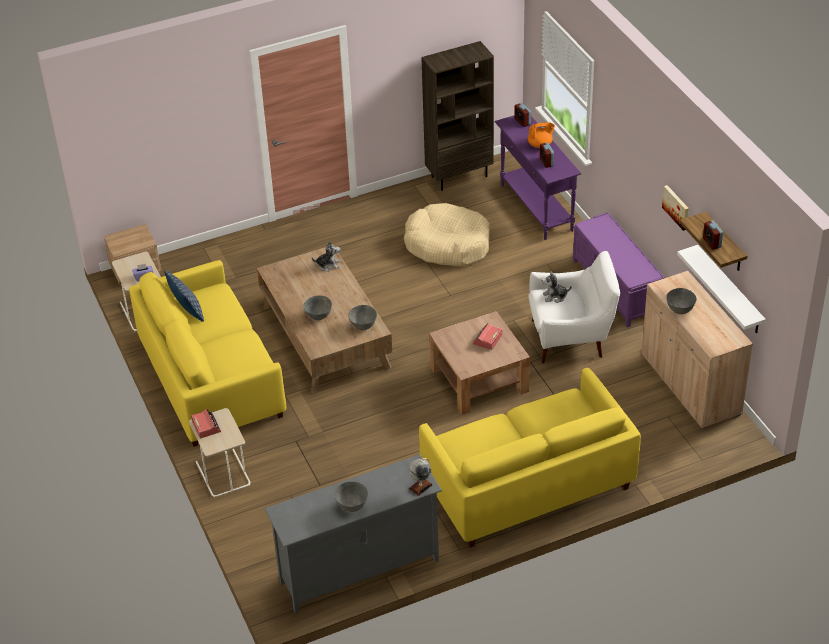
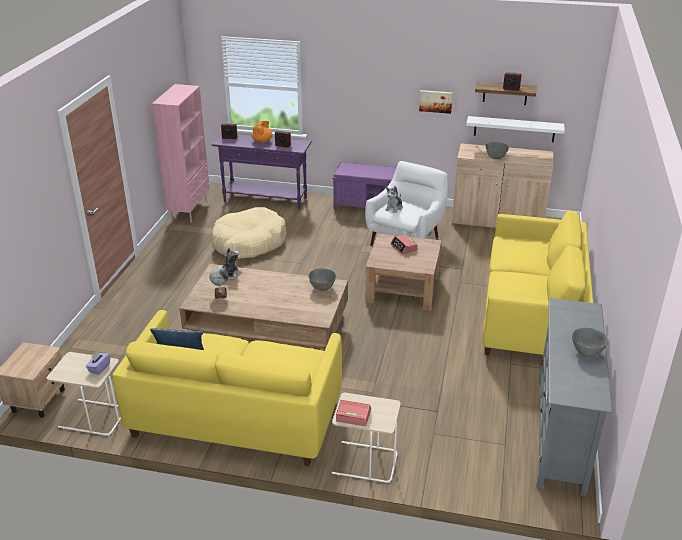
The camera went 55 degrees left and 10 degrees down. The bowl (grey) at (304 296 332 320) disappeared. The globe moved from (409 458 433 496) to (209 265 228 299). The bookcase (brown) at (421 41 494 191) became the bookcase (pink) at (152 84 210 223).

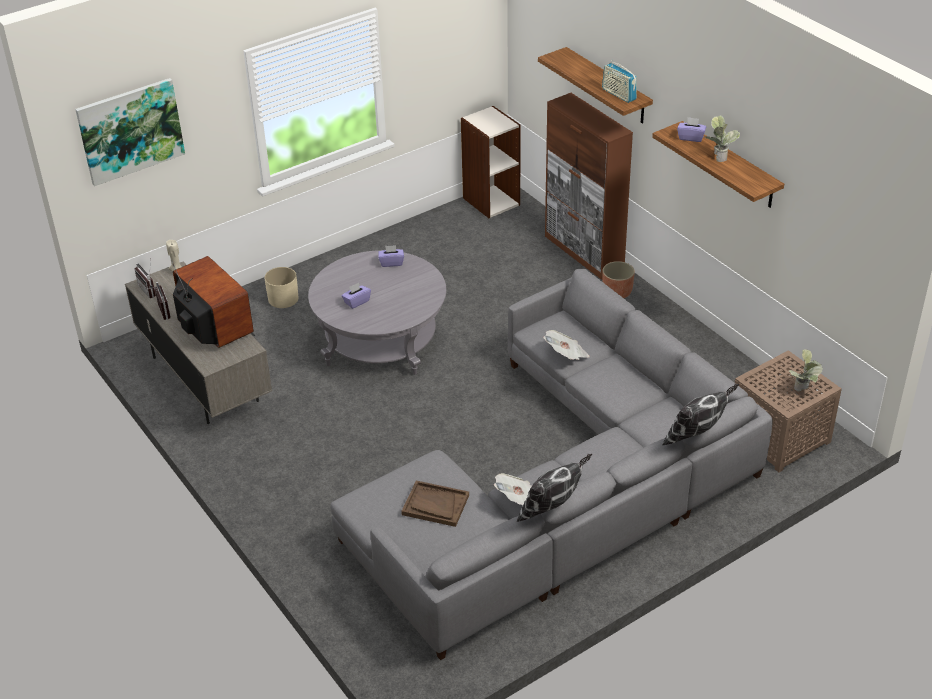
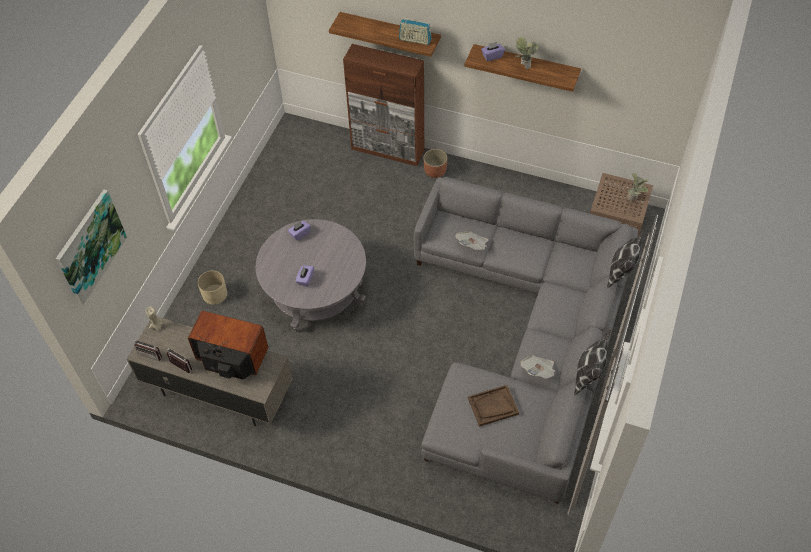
The camera went 35 degrees left and 15 degrees up. The bookcase at (461 106 521 218) disappeared.

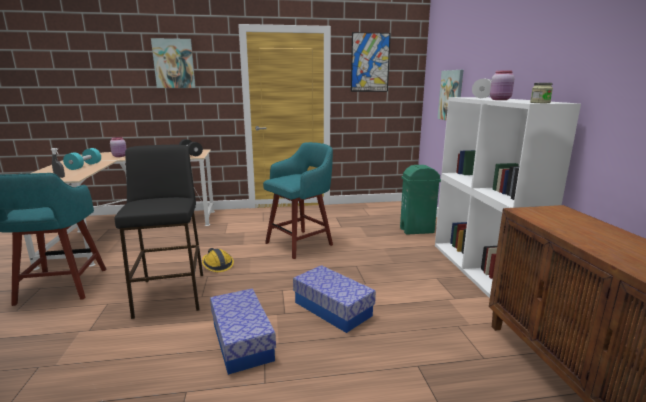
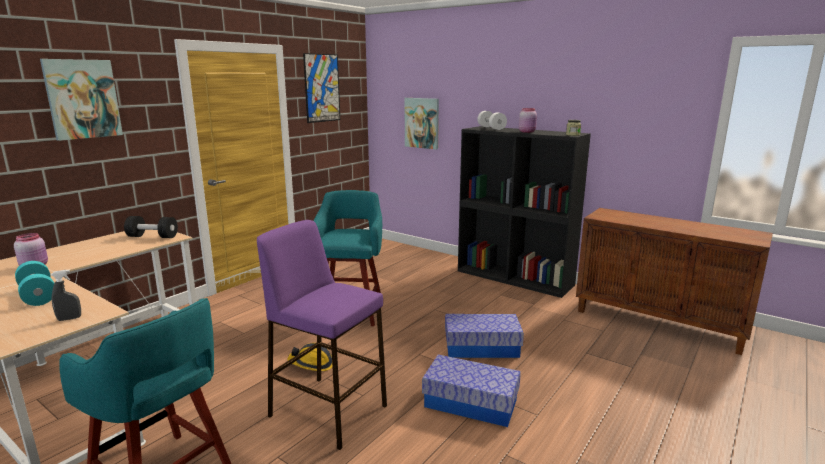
The camera went 45 degrees left and 0 degrees up. The trash can (green) at (400 165 441 235) disappeared. The stool (black) at (114 145 203 319) became the stool (purple) at (257 220 387 450). The bookcase (white) at (435 97 581 298) became the bookcase (black) at (458 126 591 298).

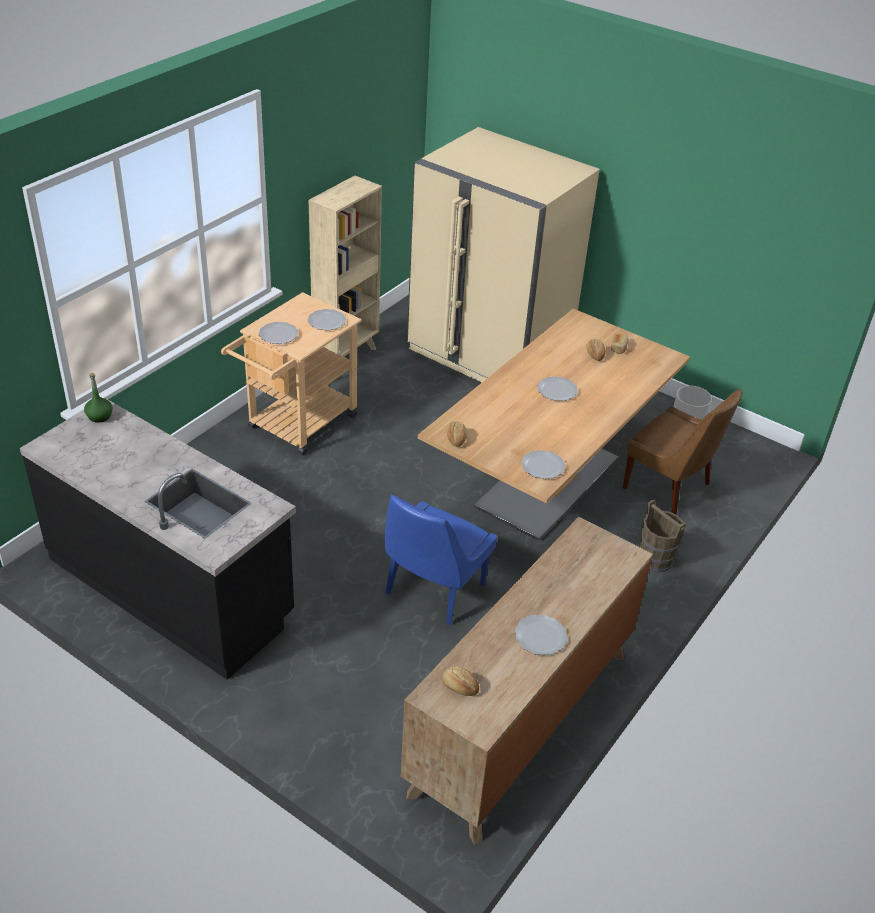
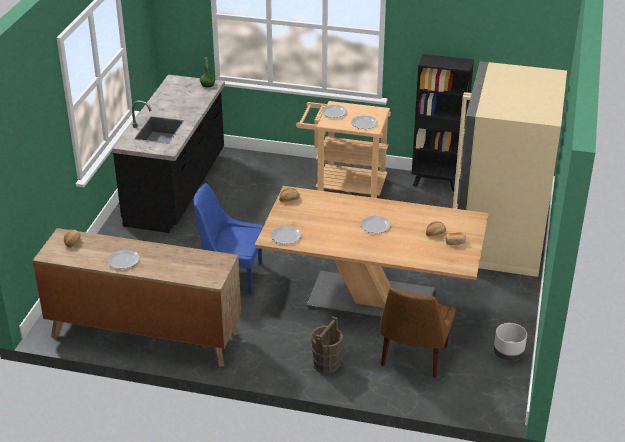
The camera went 70 degrees right and 5 degrees down. The bookcase (beige) at (309 175 382 357) became the bookcase (black) at (412 54 474 192).

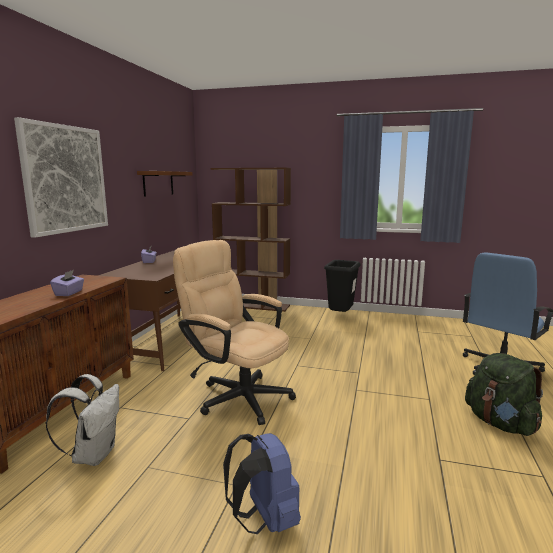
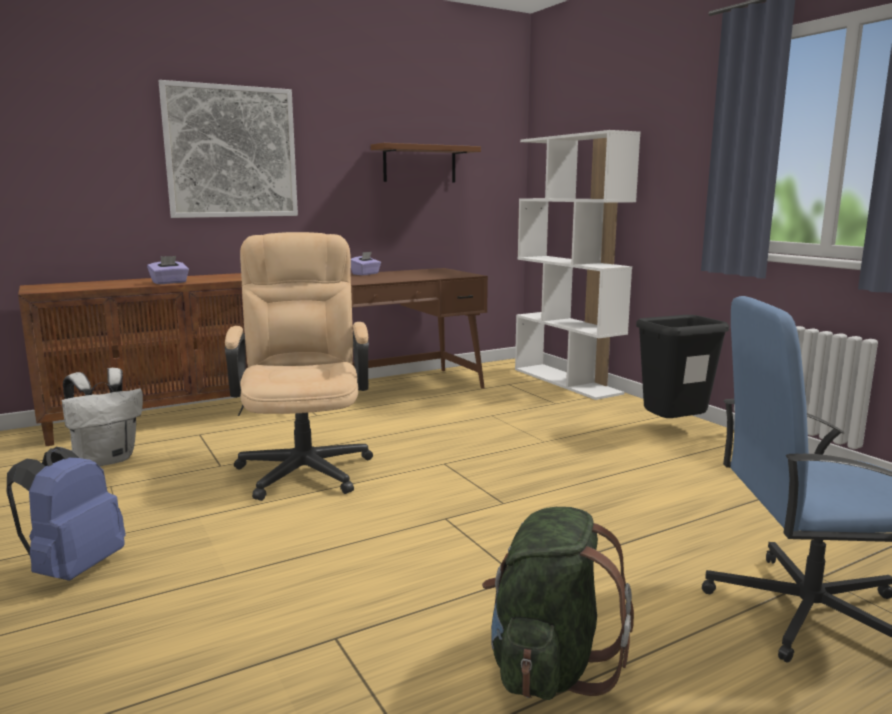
The camera went 45 degrees right and 0 degrees up. The bookcase (brown) at (210 168 291 312) became the bookcase (white) at (515 130 641 400).

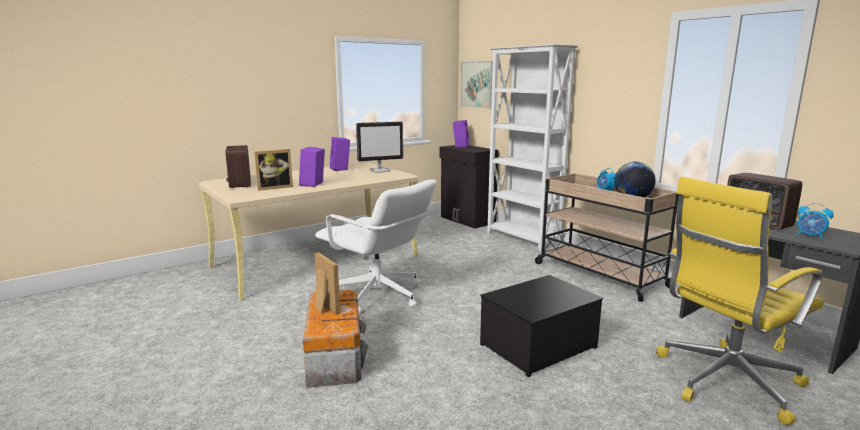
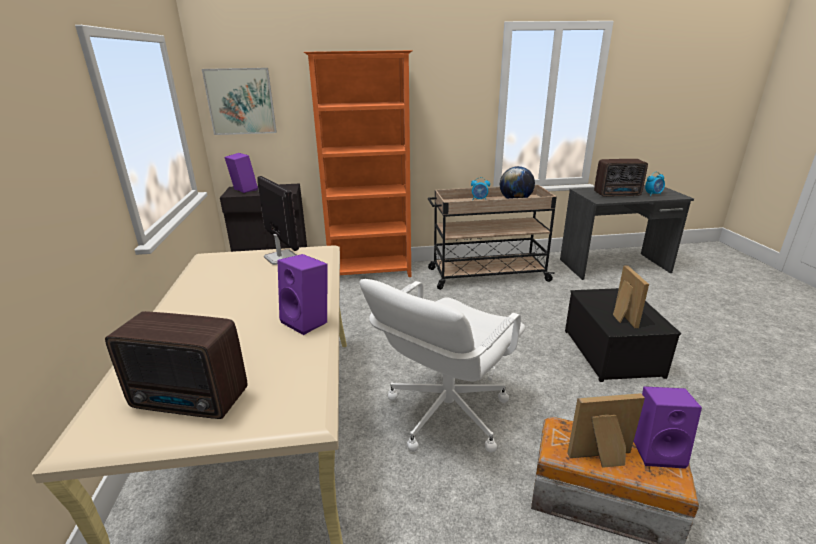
The camera went 60 degrees left and 10 degrees up. The office chair (yellow) at (656 176 824 425) disappeared. The picture frame moved from (254 149 293 191) to (613 265 649 328). The speaker (purple) moved from (330 137 350 171) to (633 386 702 469). The bookcase (white) at (487 44 578 251) became the bookcase (orange) at (304 50 413 277). The office chair (white) at (315 179 436 314) turned 150 degrees clockwise. The monitor at (356 122 403 173) turned 45 degrees counterclockwise.

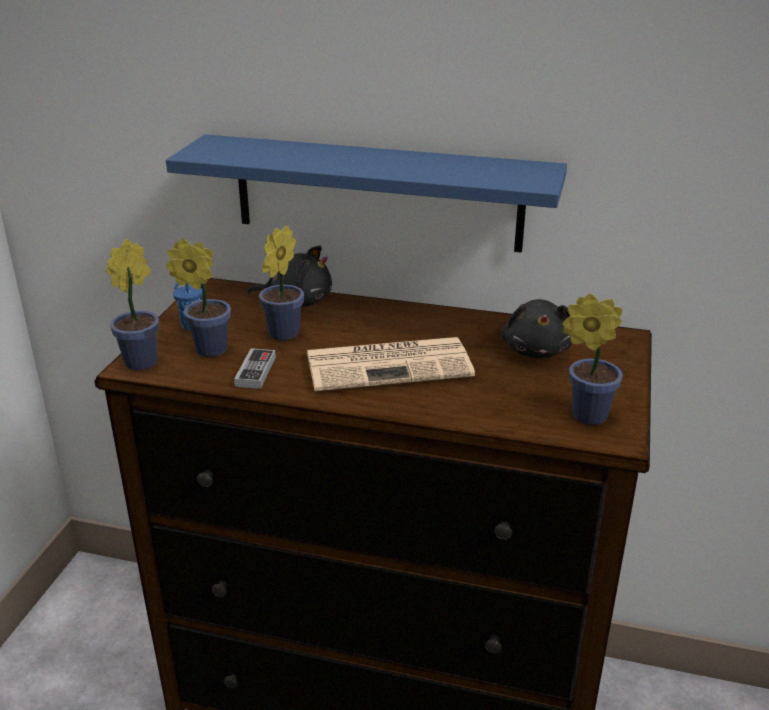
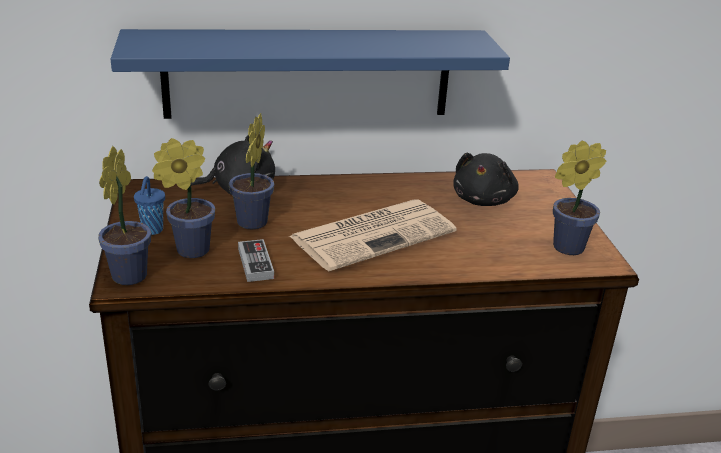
The camera went 25 degrees left and 0 degrees up. The plush toy (black) at (502 299 572 358) turned 45 degrees clockwise.

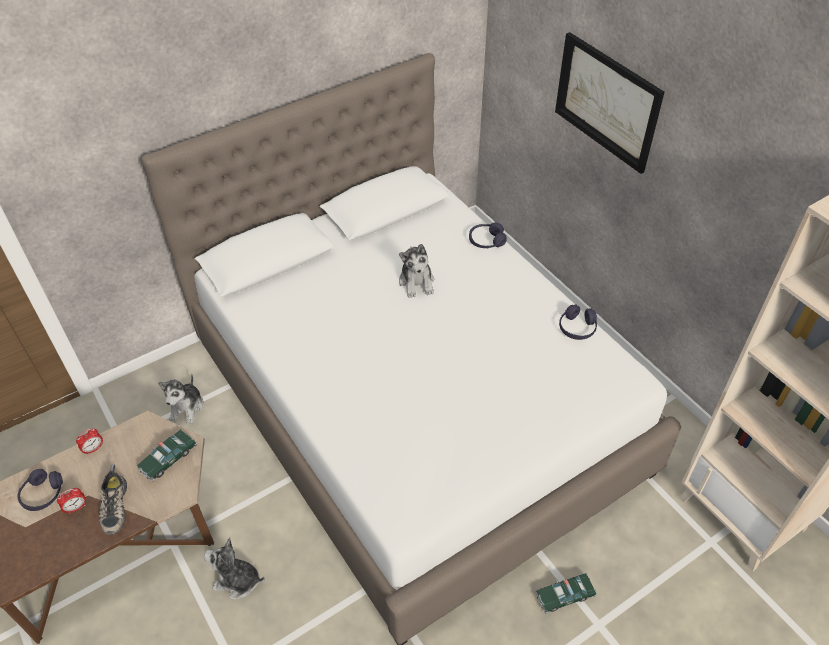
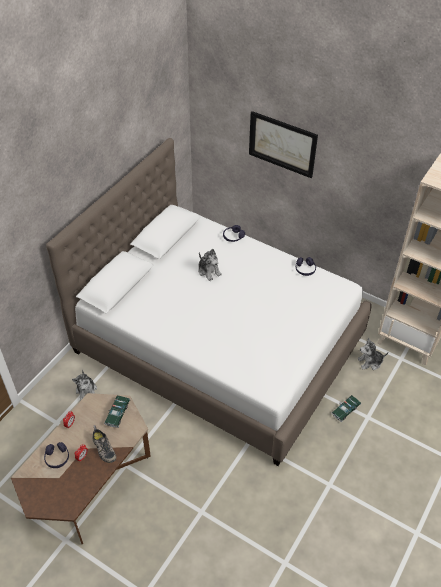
The camera went 25 degrees left and 0 degrees up. The plush toy moved from (204 537 265 599) to (357 338 389 370).

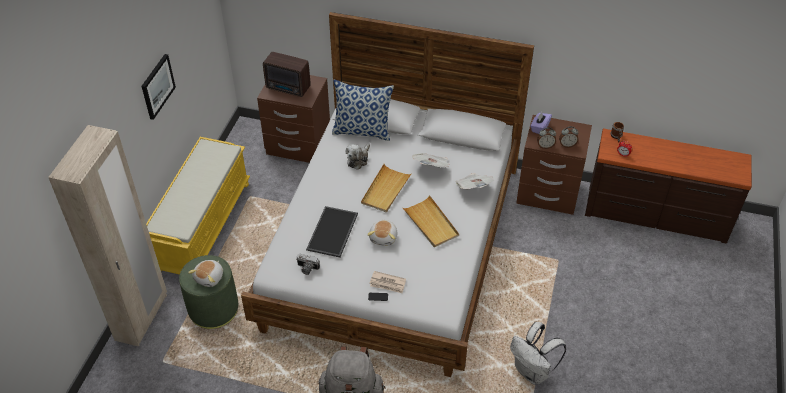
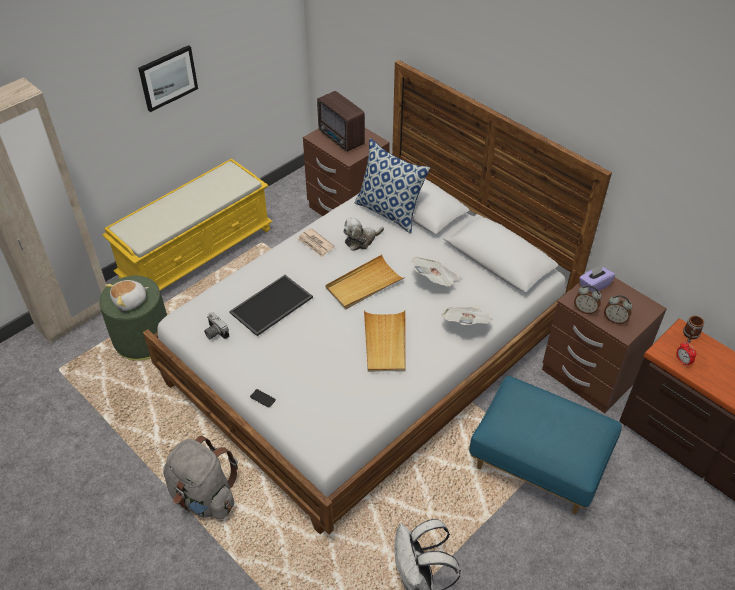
The camera went 30 degrees right and 0 degrees up. The plush toy at (367 220 397 246) disappeared. The ottoman (blue) at (469 376 622 514) appeared. The newspaper moved from (369 271 406 293) to (298 228 335 257).

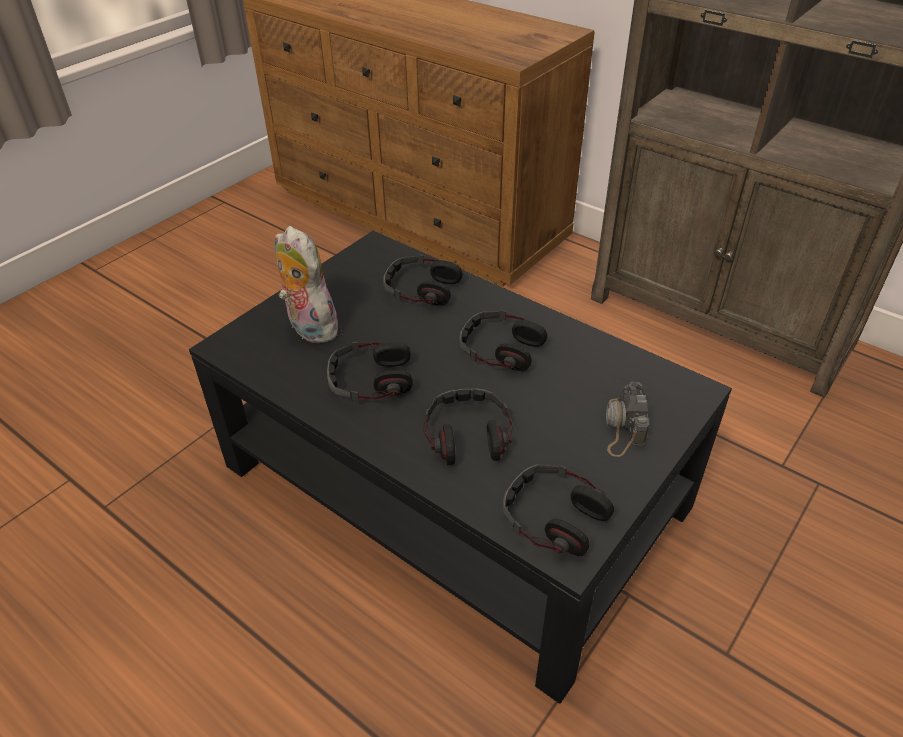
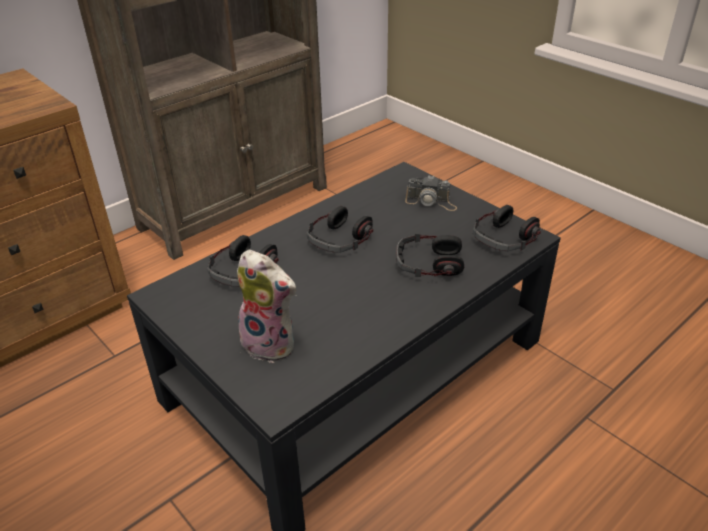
The camera went 80 degrees left and 5 degrees down. The headphones at (327 342 413 402) disappeared. The plush toy at (275 226 338 343) turned 120 degrees counterclockwise.

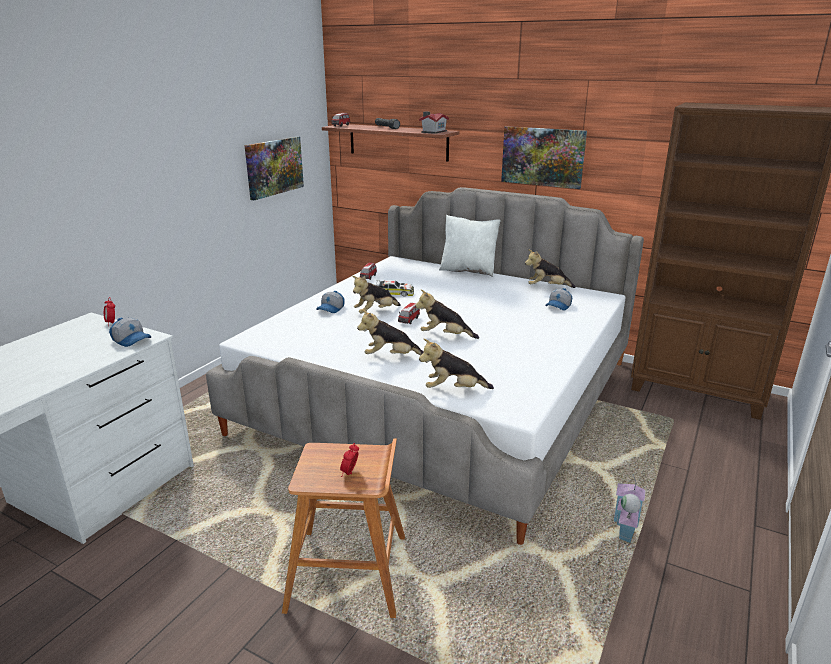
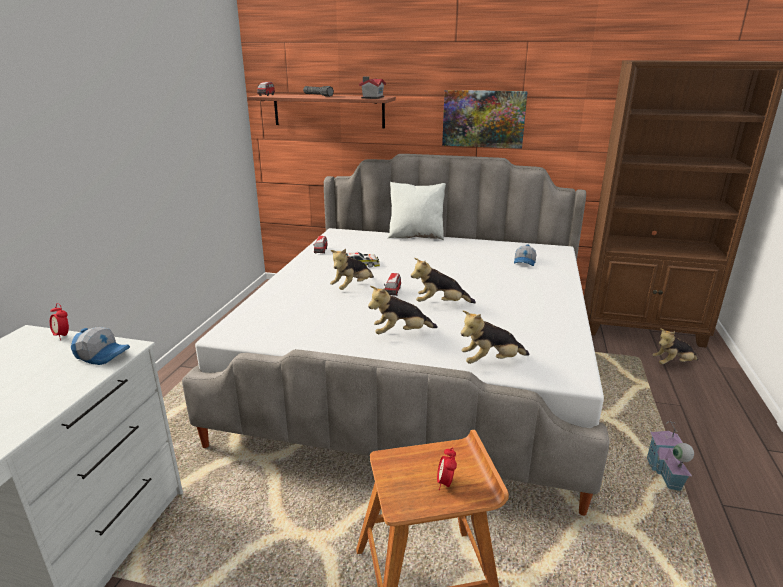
The camera went 15 degrees left and 0 degrees up. The picture at (244 136 304 200) disappeared. The cap at (316 291 345 313) disappeared. The plush toy moved from (525 249 575 288) to (652 328 699 364).

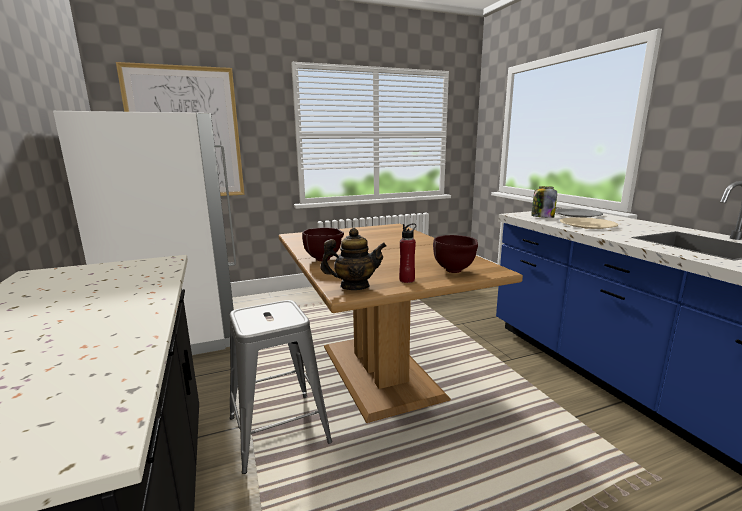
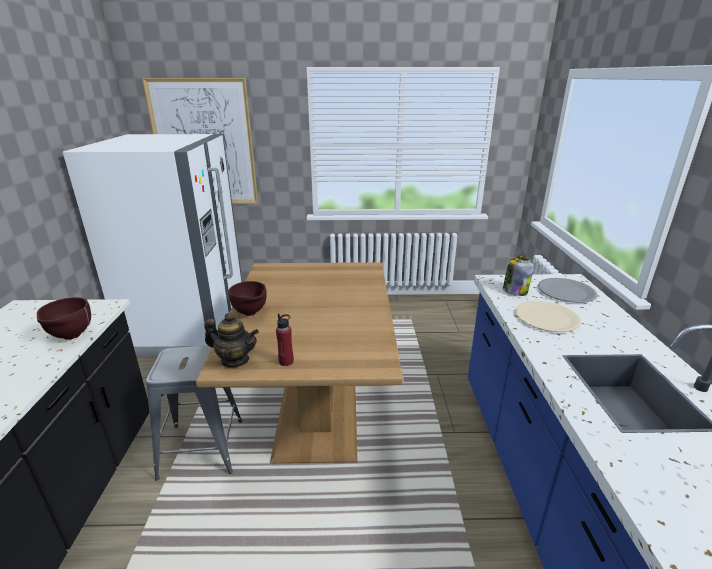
The camera went 20 degrees right and 10 degrees up. The bowl (brown) moved from (433 235 478 273) to (37 297 91 340).

